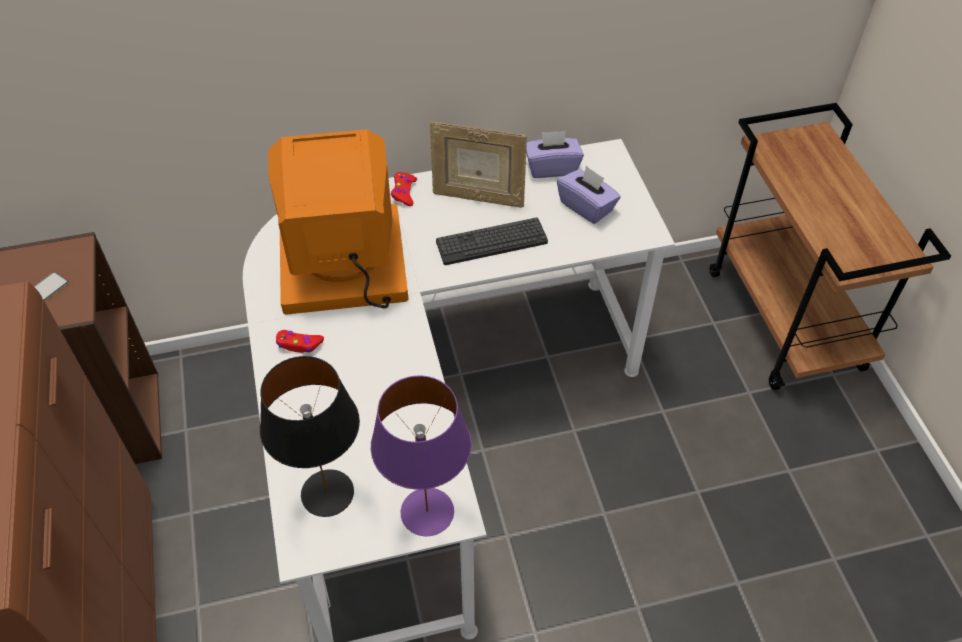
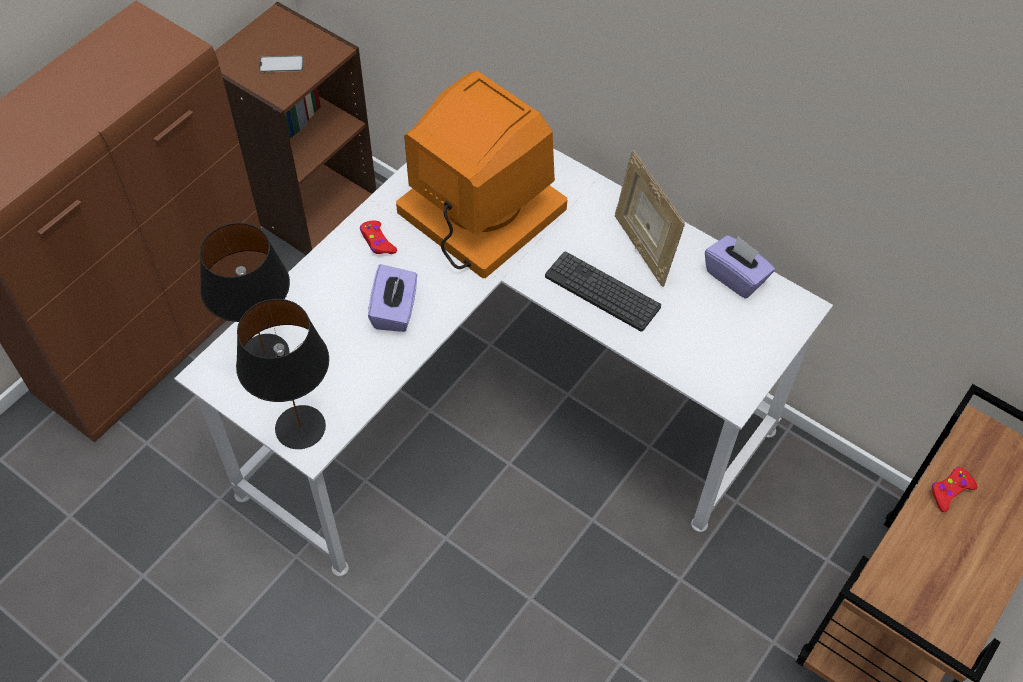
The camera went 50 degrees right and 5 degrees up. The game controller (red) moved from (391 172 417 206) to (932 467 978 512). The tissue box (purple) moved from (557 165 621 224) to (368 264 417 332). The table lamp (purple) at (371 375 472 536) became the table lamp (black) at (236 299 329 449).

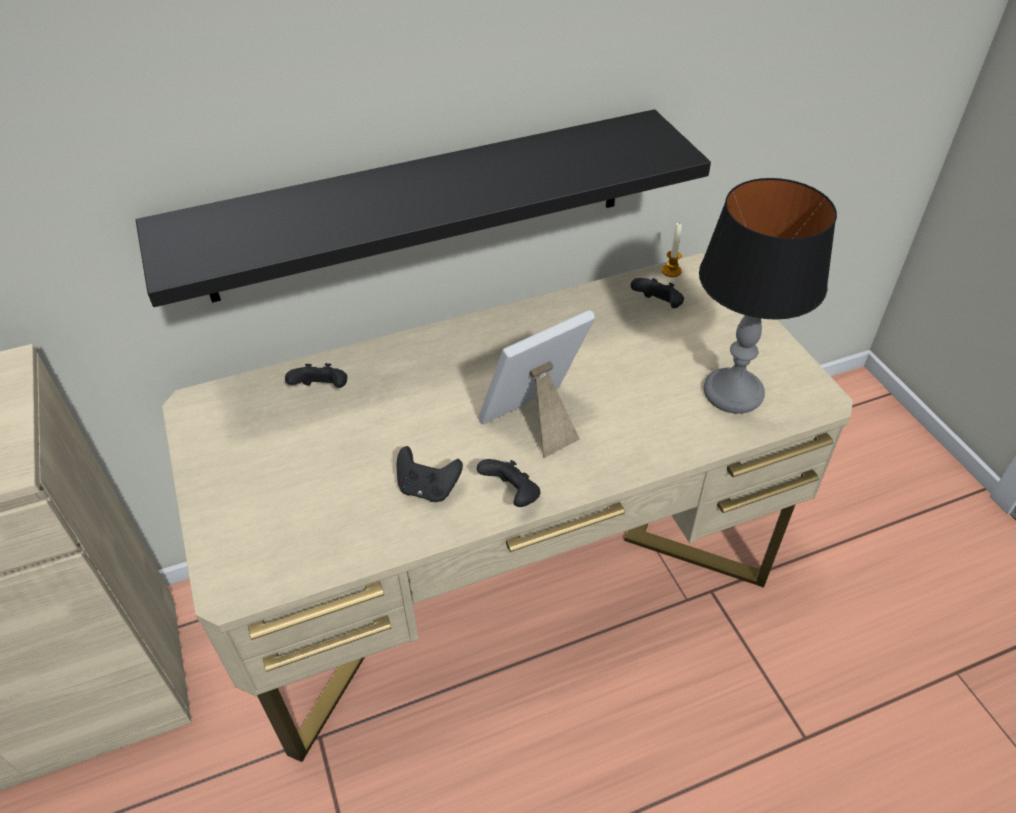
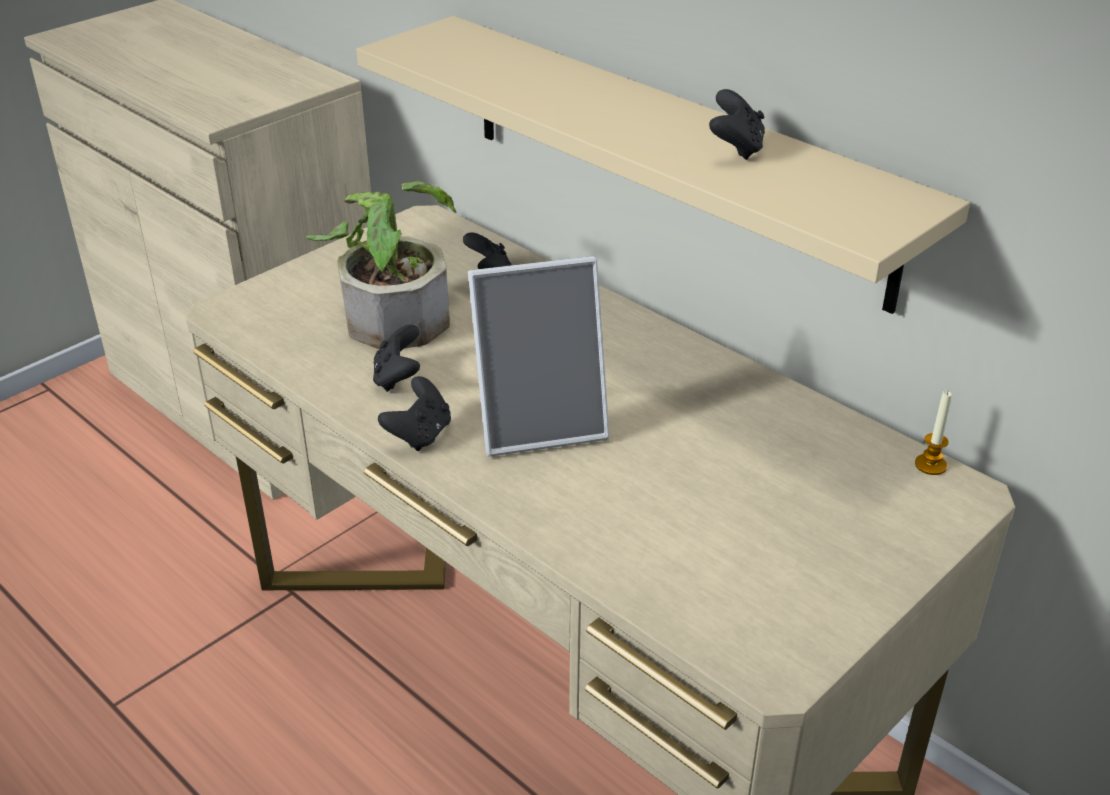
The camera went 65 degrees right and 10 degrees down. The table lamp at (699 178 837 414) disappeared. The potted plant at (306 181 456 349) appeared. The game controller (black) moved from (631 278 684 308) to (709 89 765 160). The shelf (black) at (136 109 711 307) became the shelf (beige) at (356 16 970 314). The picture frame at (478 310 595 458) turned 135 degrees clockwise.

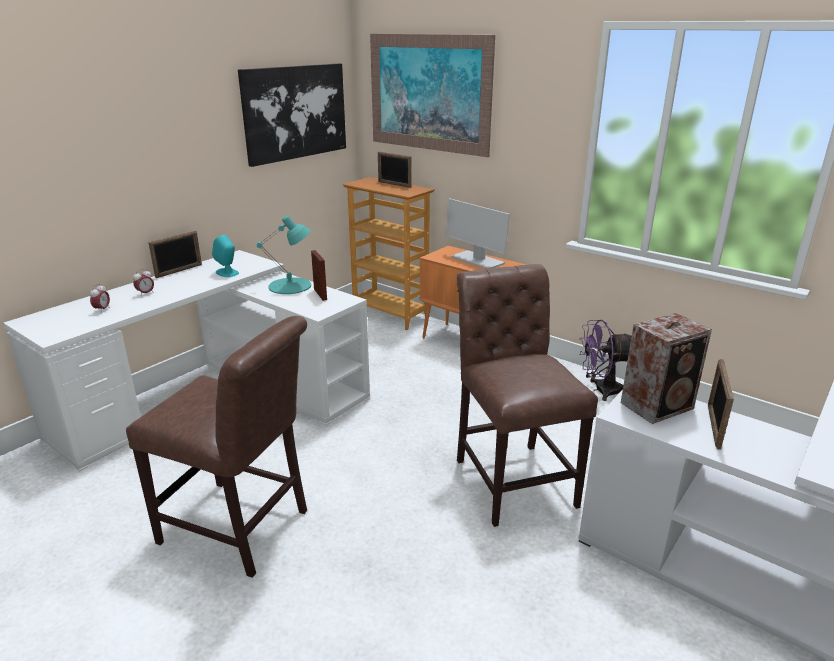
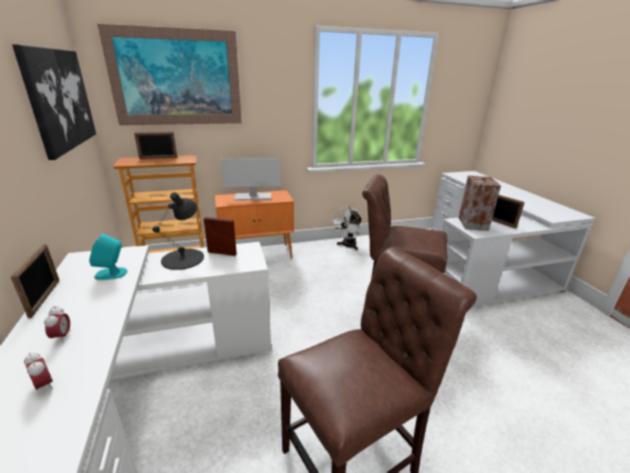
The camera went 55 degrees left and 0 degrees up. The table lamp (turquoise) at (257 215 311 294) became the table lamp (black) at (152 192 204 270). The fan (purple) at (579 320 632 401) became the fan (white) at (330 207 364 250).

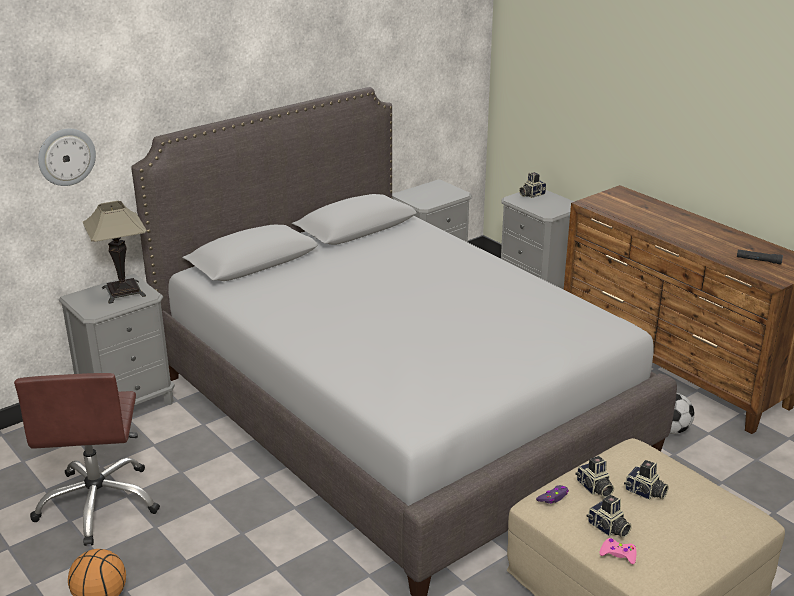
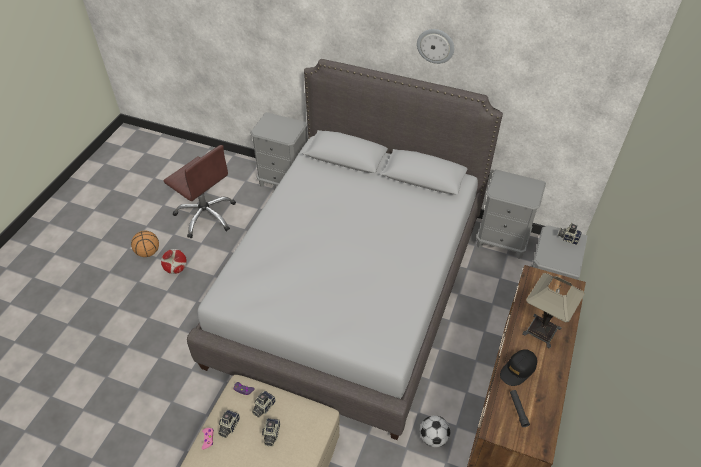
The camera went 60 degrees right and 20 degrees up. The football at (161 249 187 274) appeared. The cap (black) at (500 349 537 386) appeared. The wall clock moved from (38 129 96 186) to (417 29 454 64). The table lamp moved from (83 201 147 304) to (522 273 585 349). The office chair (brown) at (14 373 160 546) turned 105 degrees counterclockwise.

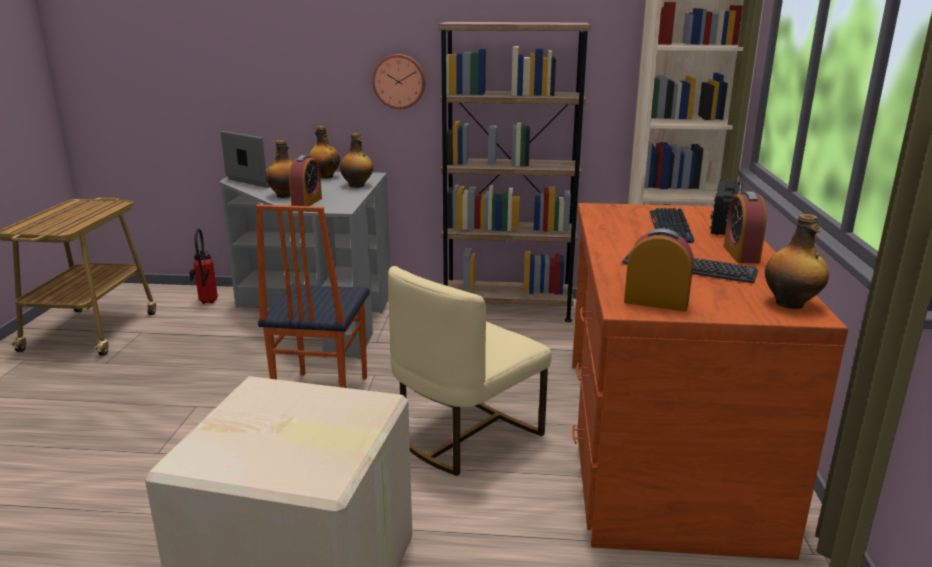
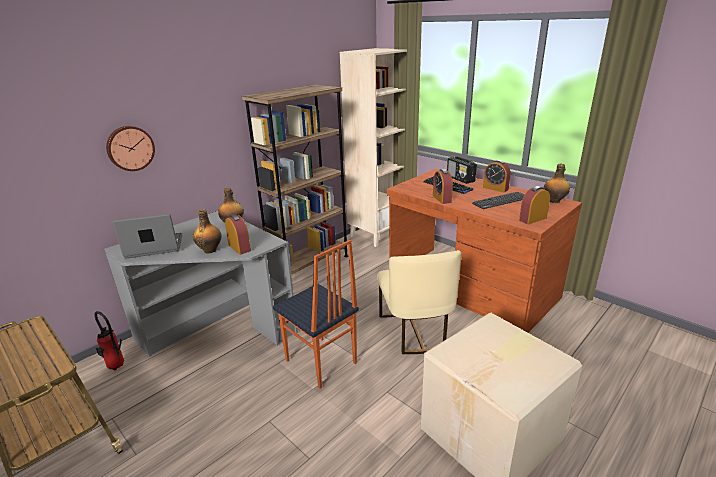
The camera went 50 degrees left and 5 degrees up. The bottle at (309 126 340 178) disappeared. The alarm clock at (433 169 453 204) appeared. The wall clock moved from (372 54 425 109) to (106 126 155 171).

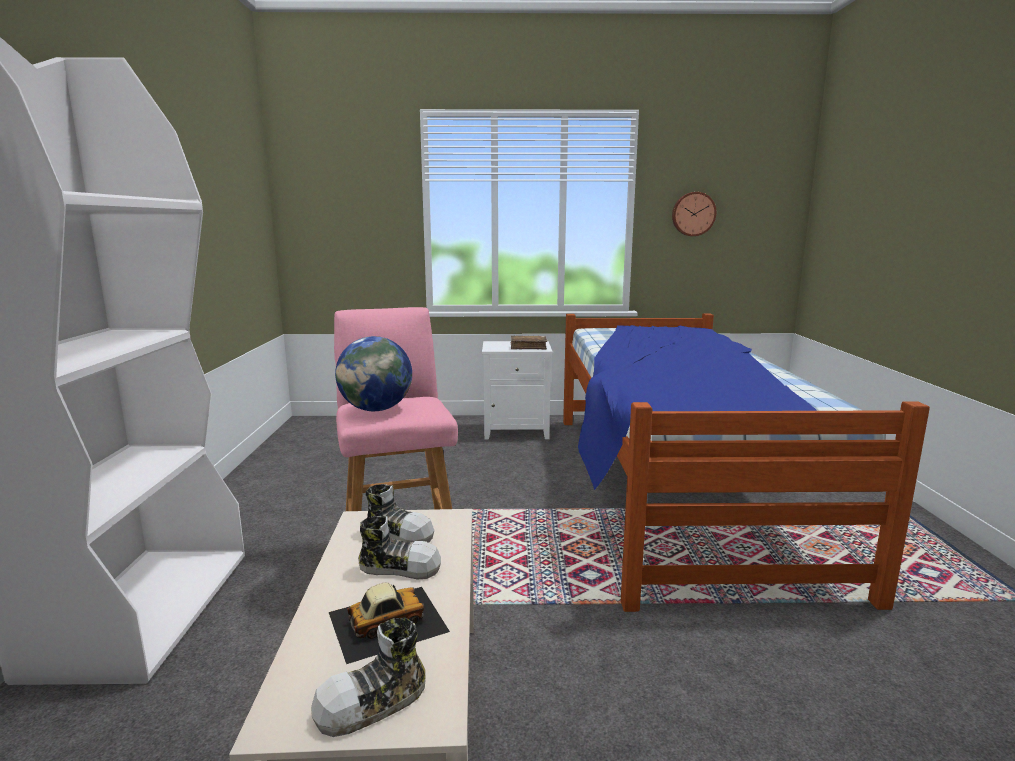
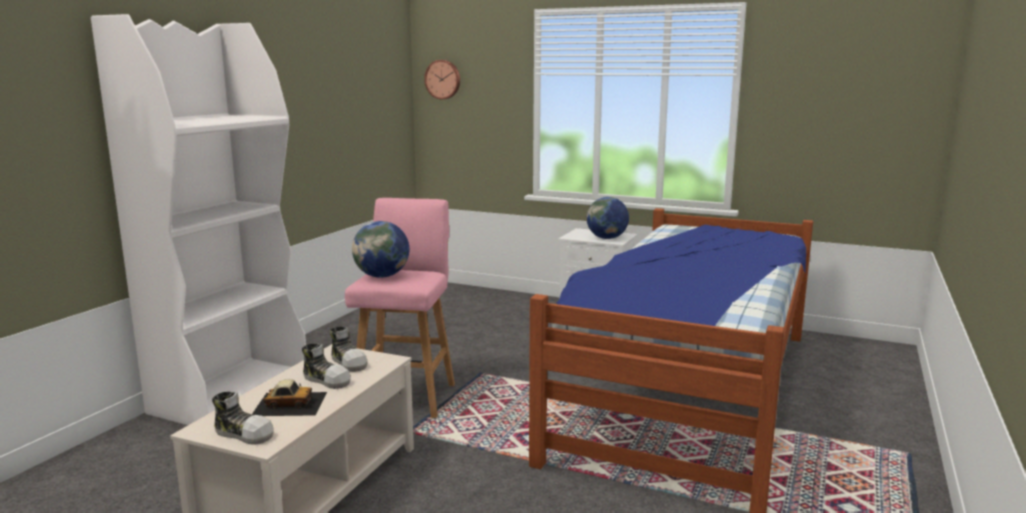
The camera went 25 degrees right and 0 degrees up. The wall clock moved from (672 192 716 236) to (424 60 460 99). The book (brown) at (511 336 547 350) was replaced by the globe at (587 197 629 239). The shoe at (311 617 426 737) turned 150 degrees counterclockwise.

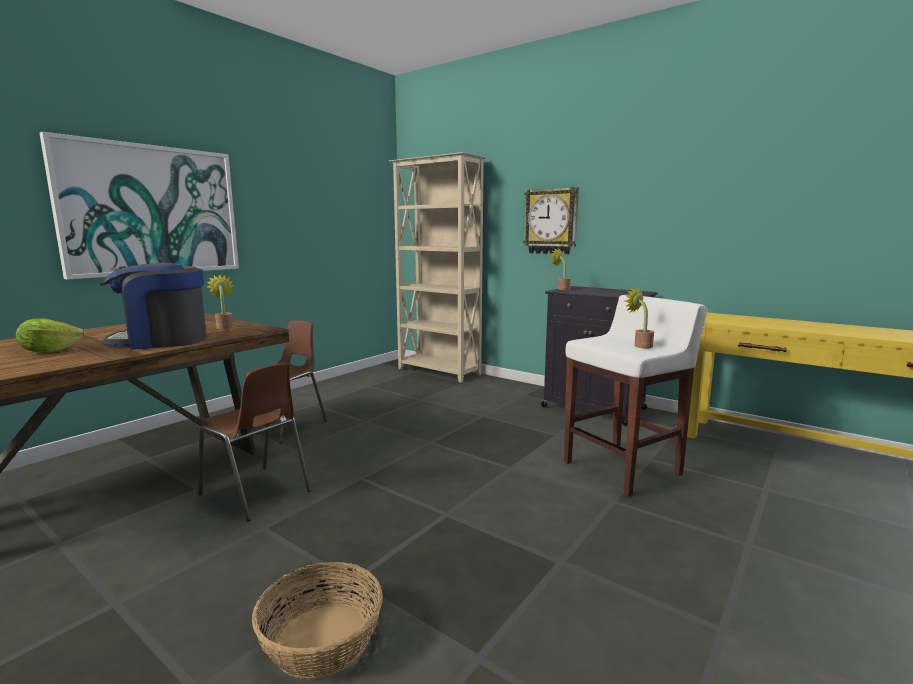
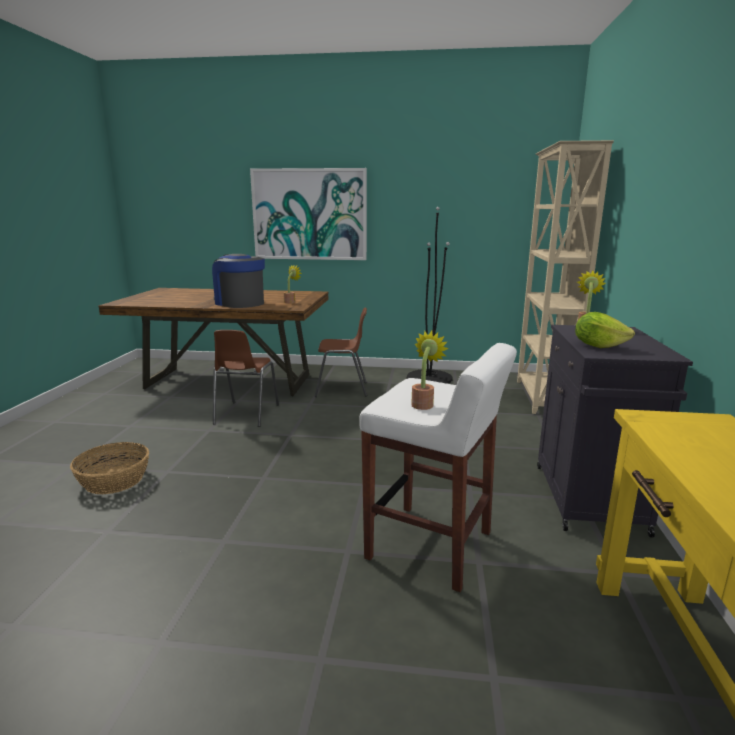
The camera went 60 degrees right and 5 degrees up. The wall clock at (523 187 579 254) disappeared. The floor lamp (black) at (407 207 453 384) appeared. The lettuce moved from (16 318 85 353) to (575 312 635 348).

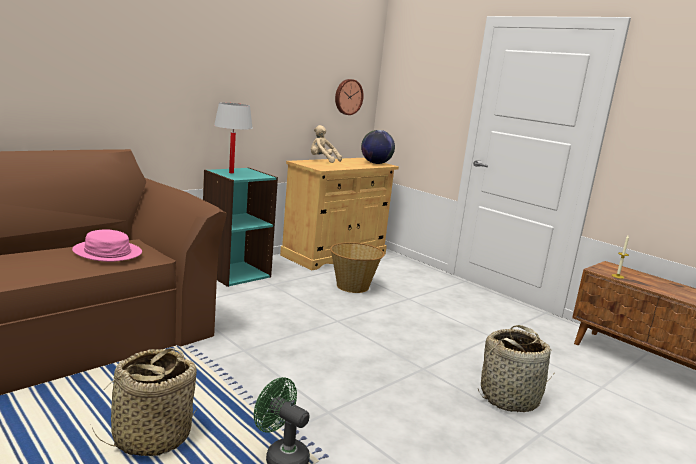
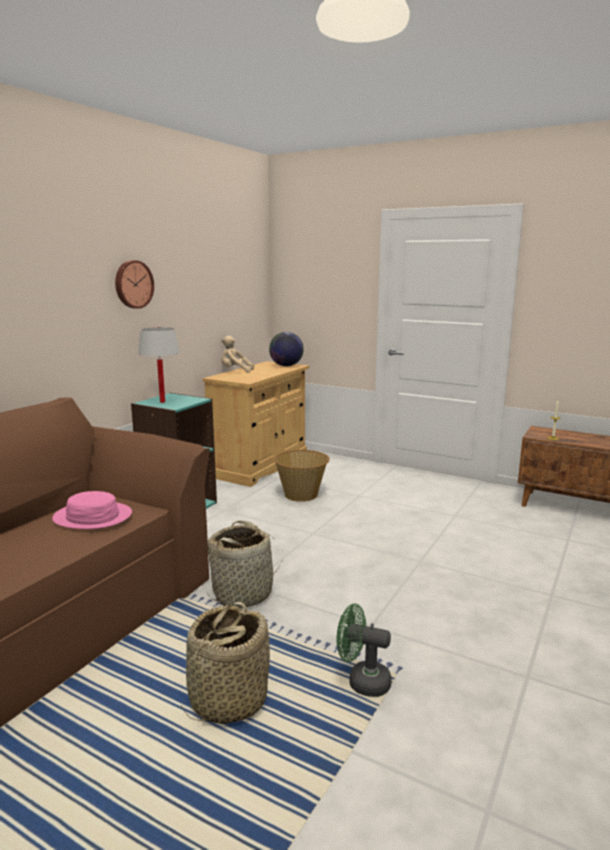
The camera went 15 degrees left and 0 degrees up. The wall clock moved from (335 79 364 115) to (115 260 154 309). The basket moved from (478 325 554 412) to (207 521 283 608).

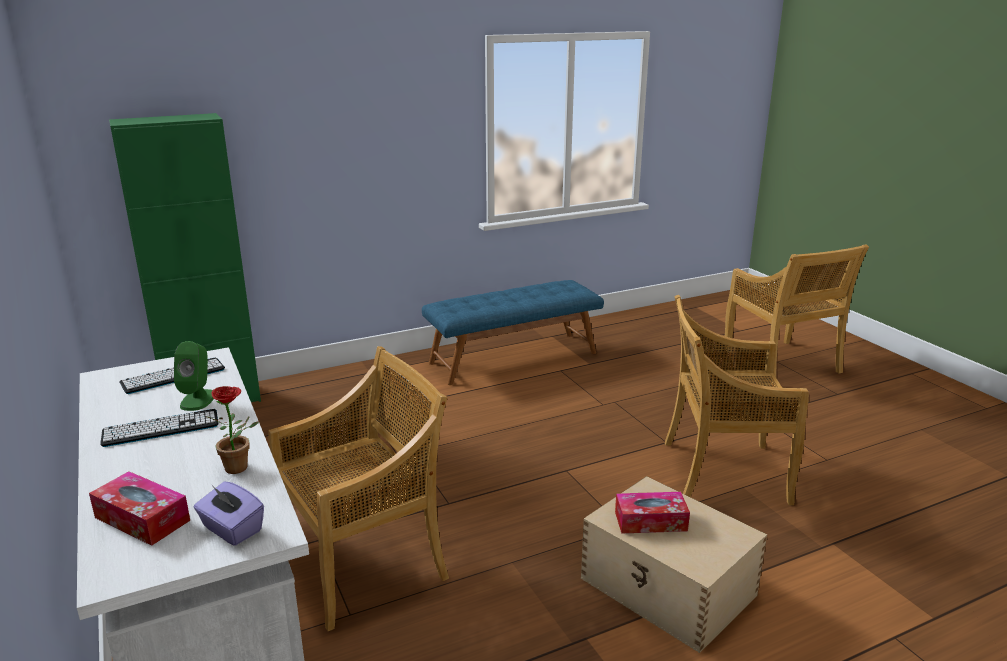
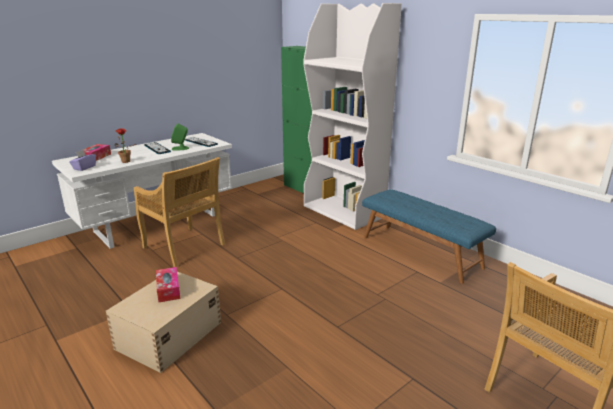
The camera went 75 degrees right and 0 degrees up. The chair (beige) at (665 295 809 505) disappeared. The bookcase (white) at (303 3 402 230) appeared.

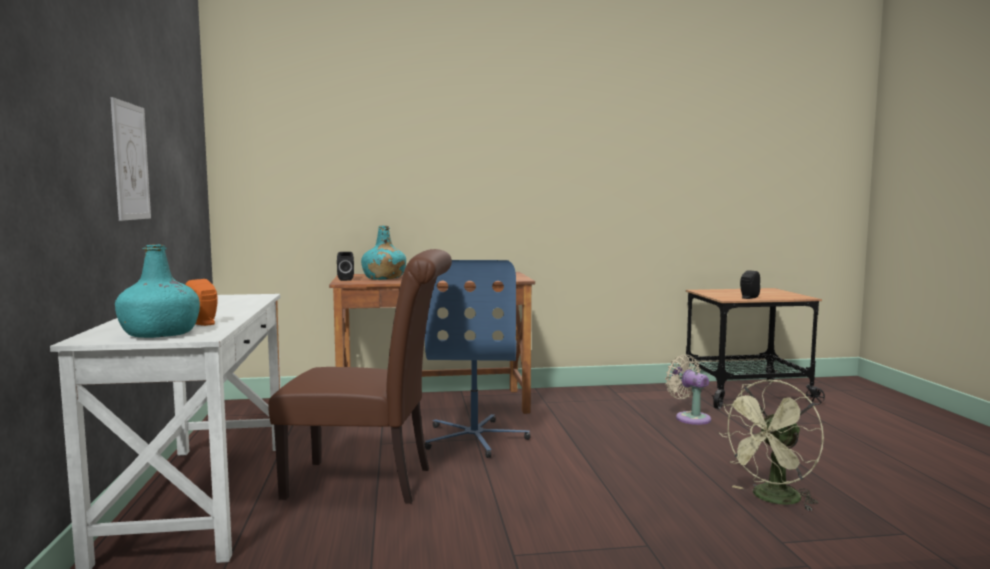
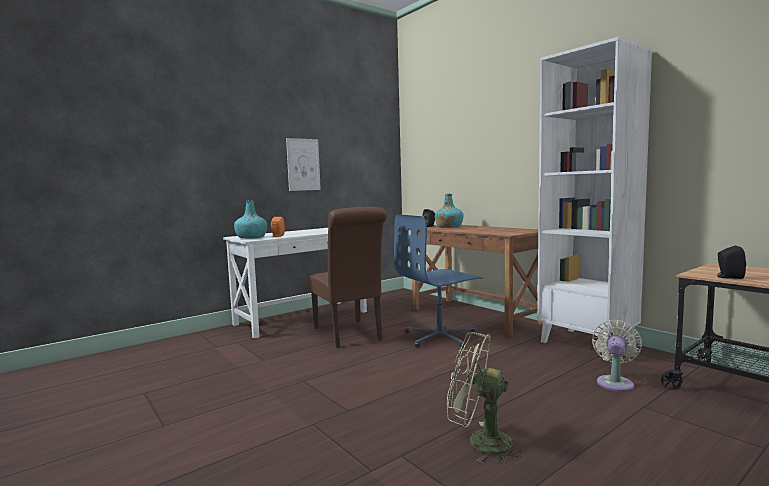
The camera went 60 degrees right and 0 degrees up. The bookcase (white) at (537 37 652 361) appeared.

